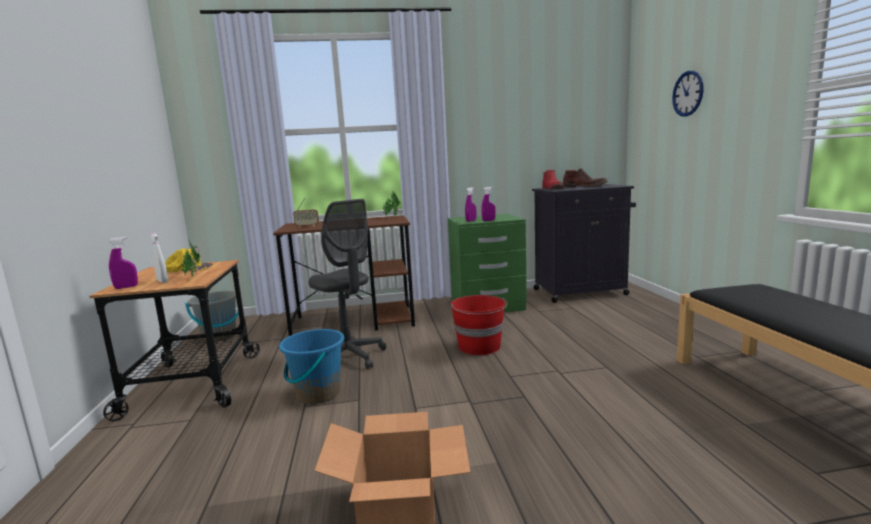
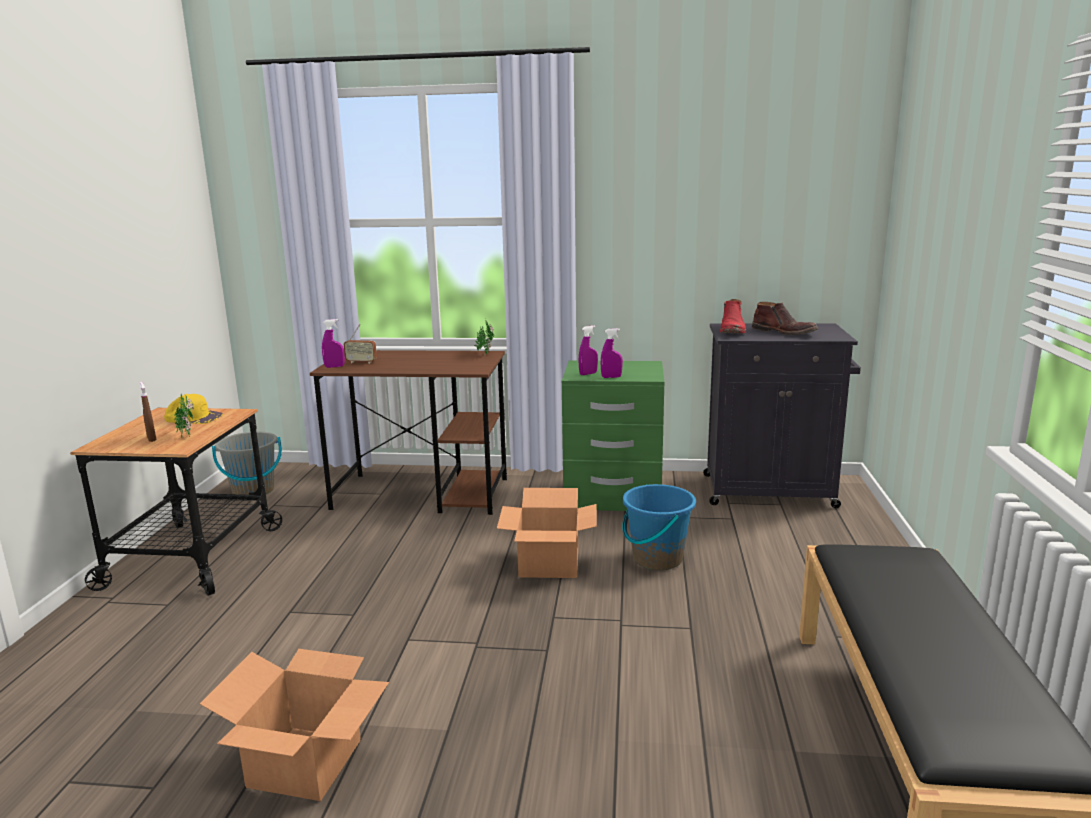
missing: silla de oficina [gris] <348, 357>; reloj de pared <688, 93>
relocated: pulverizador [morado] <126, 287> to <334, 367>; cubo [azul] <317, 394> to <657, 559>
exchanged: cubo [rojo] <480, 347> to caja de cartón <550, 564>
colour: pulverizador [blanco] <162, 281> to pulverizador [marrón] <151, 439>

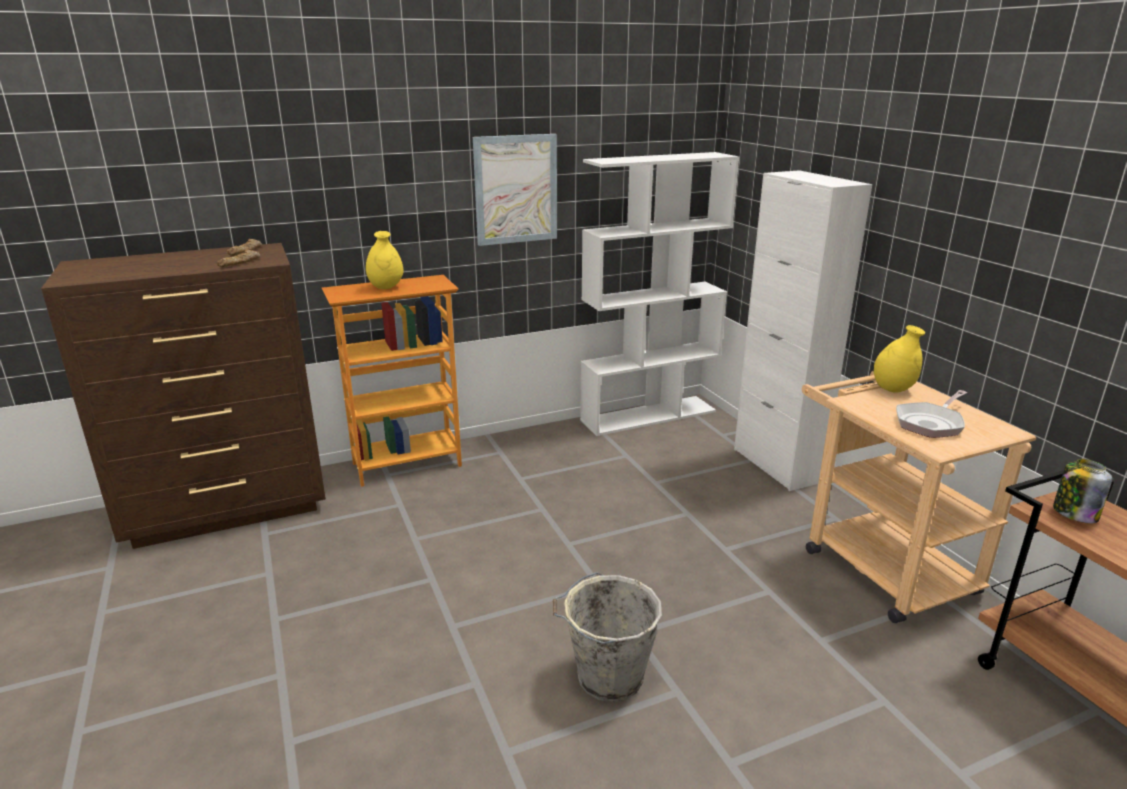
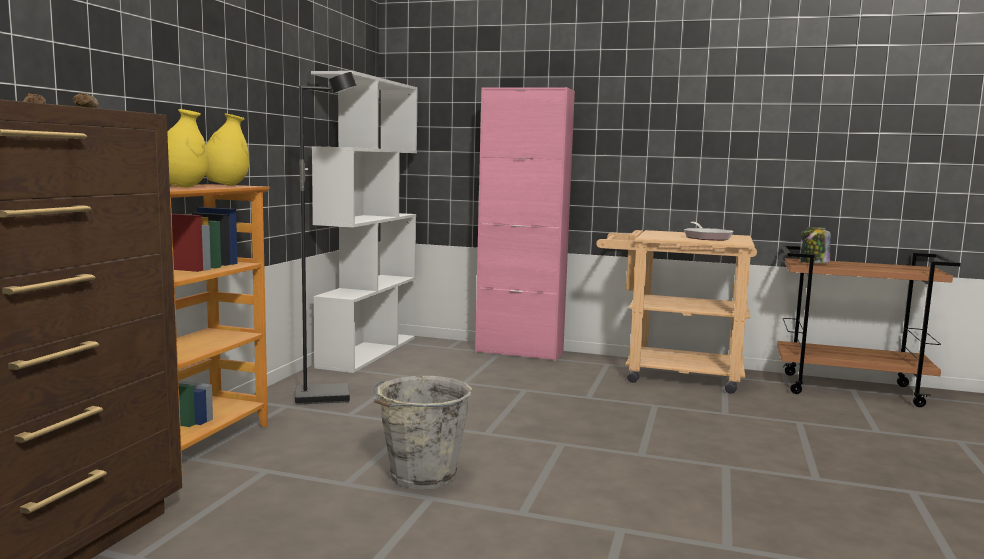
missing: cuadro <516, 189>
appeared: lámpara de pie [negro] <323, 396>
relocated: cubo [gris] <607, 677> to <421, 476>; florero [amarillo] <893, 389> to <226, 185>
colour: armario [blanco] <776, 465> to armario [rosa] <519, 352>

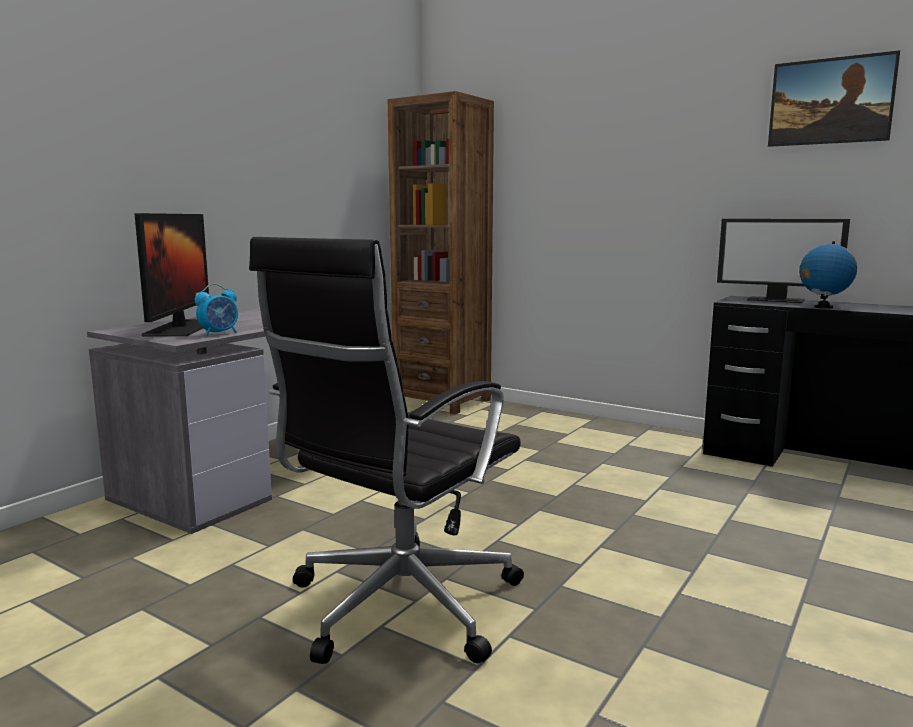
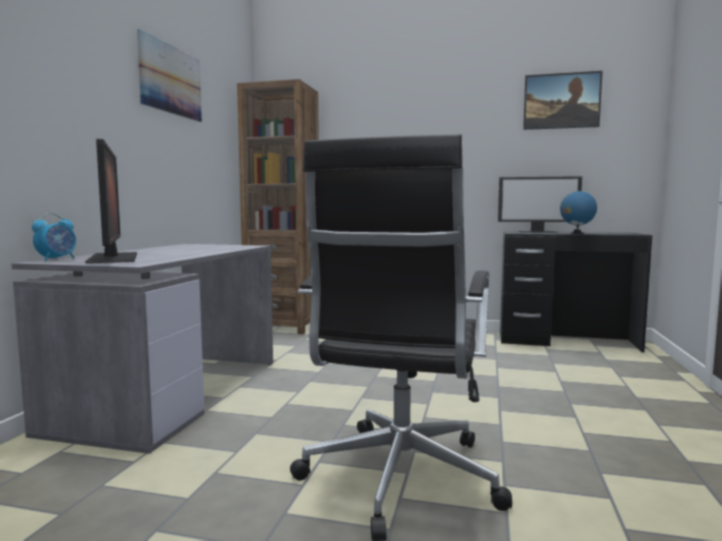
appeared: cuadro <171, 80>
relocated: despertador <219, 334> to <57, 259>

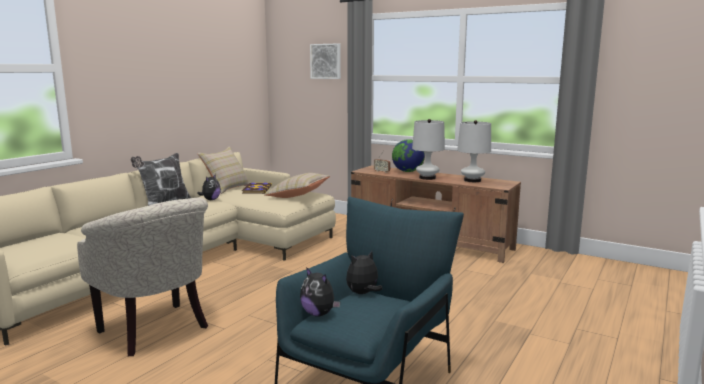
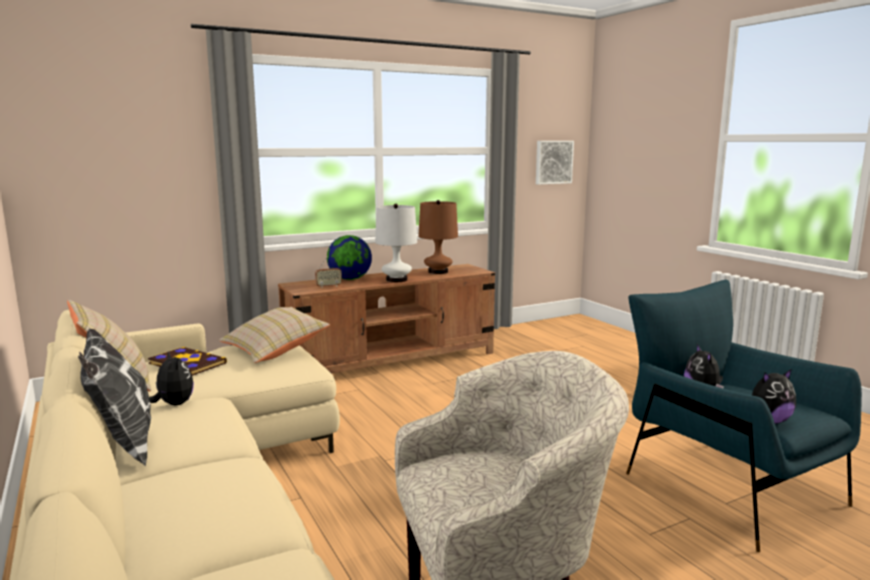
relocated: cuadro <326, 61> to <553, 162>
colour: lámpara de mesa [blanco] <472, 180> to lámpara de mesa [marrón] <438, 272>

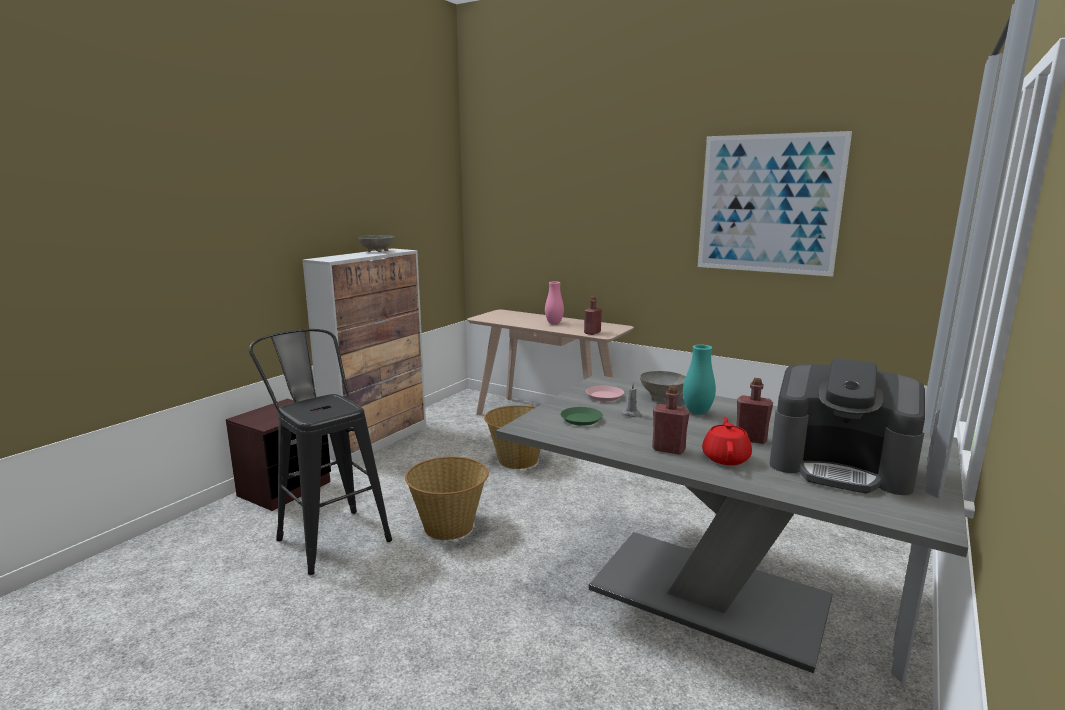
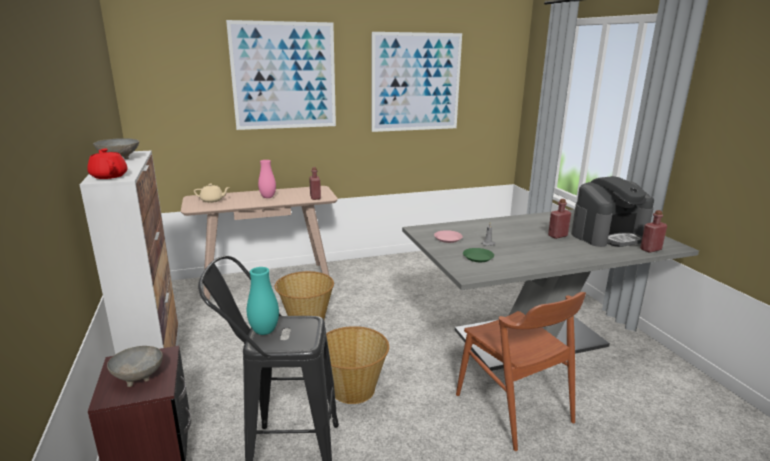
appeared: tetera [beis] <212, 200>; cuadro <284, 76>; silla [marrón] <513, 408>
relocated: cuenco [gris] <663, 397> to <139, 377>; botella [rojo] <668, 449> to <650, 249>; florero [turquesa] <697, 412> to <264, 331>; tetera [rojo] <726, 458> to <109, 176>

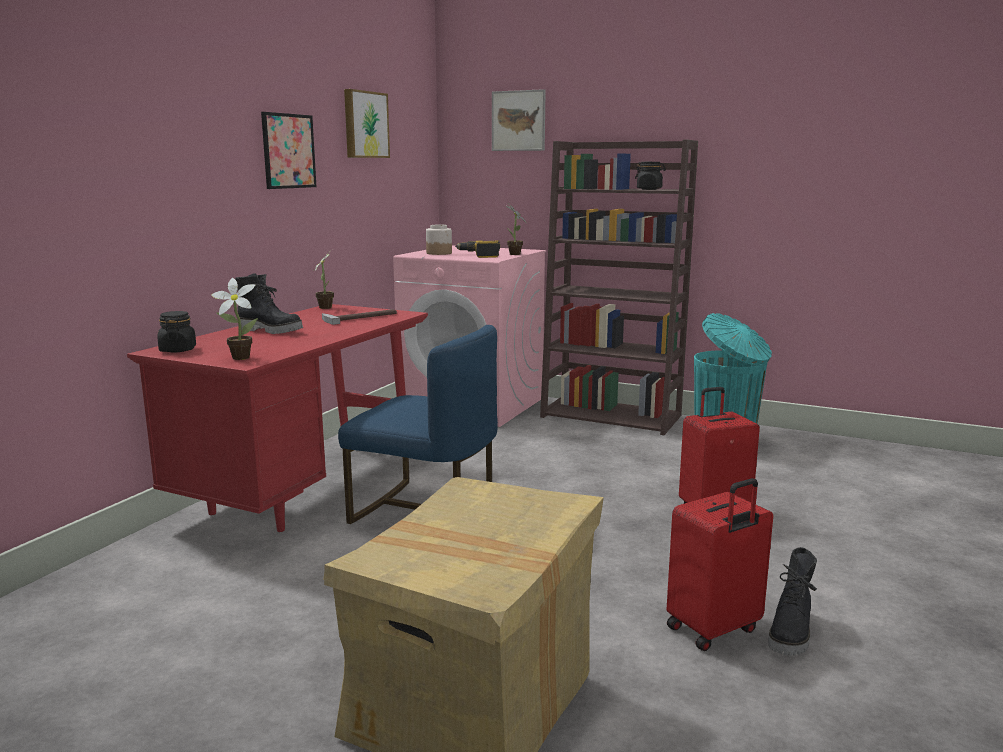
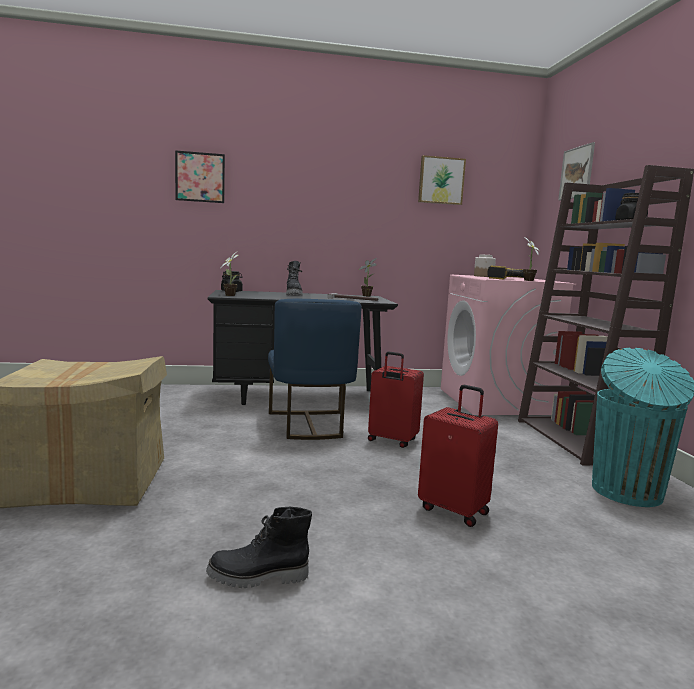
relocated: cuadro <288, 151> to <200, 177>; maleta [rojo] <714, 630> to <392, 441>
colour: escritorio [rojo] <305, 488> to escritorio [negro] <298, 397>

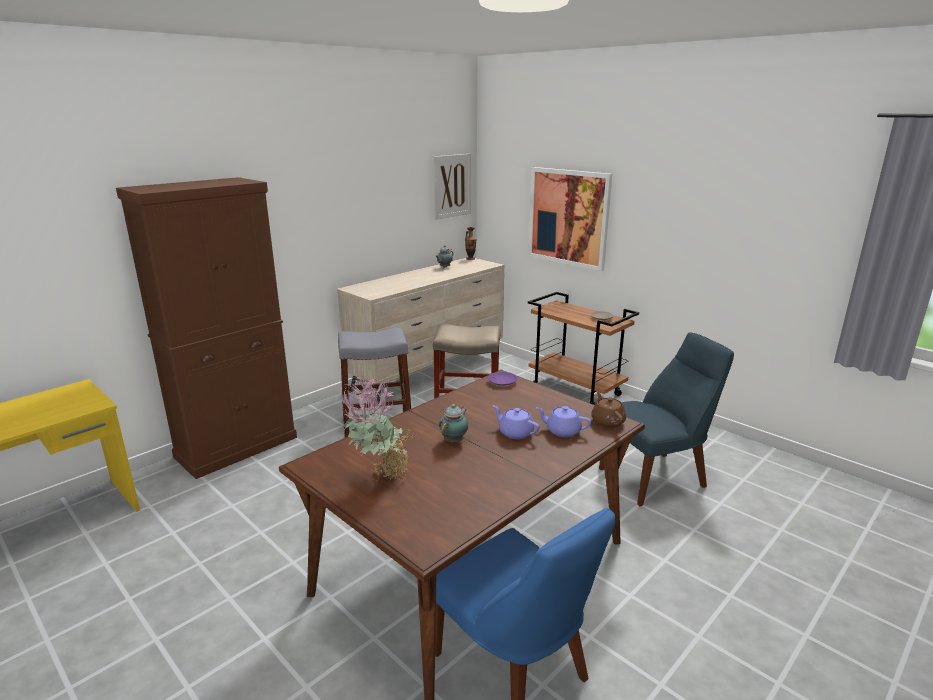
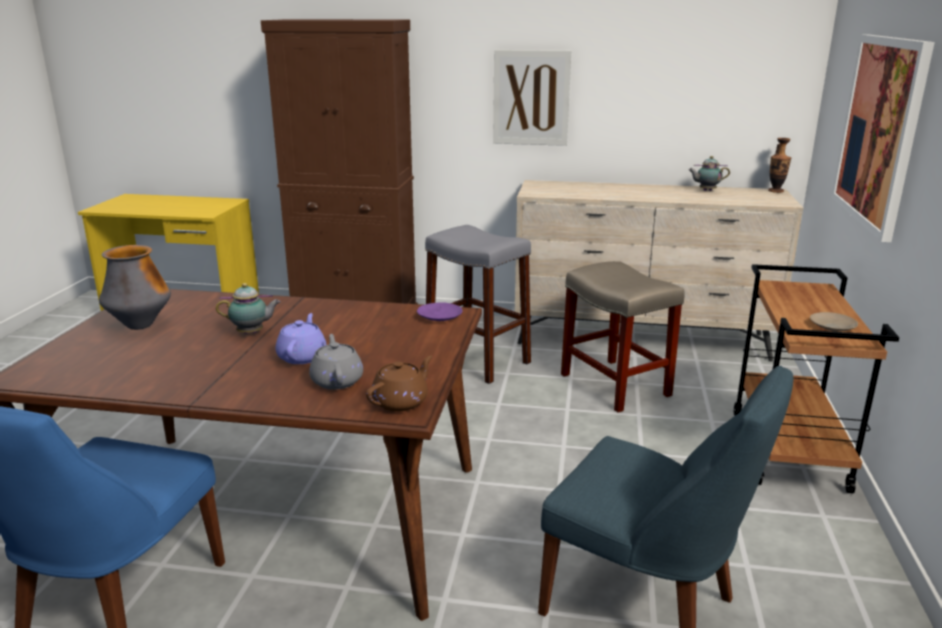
relocated: cuadro <452, 186> to <531, 98>
exchanged: planta en maceta <380, 478> to florero <140, 325>
colour: tetera [morado] <562, 431> to tetera [gris] <337, 380>

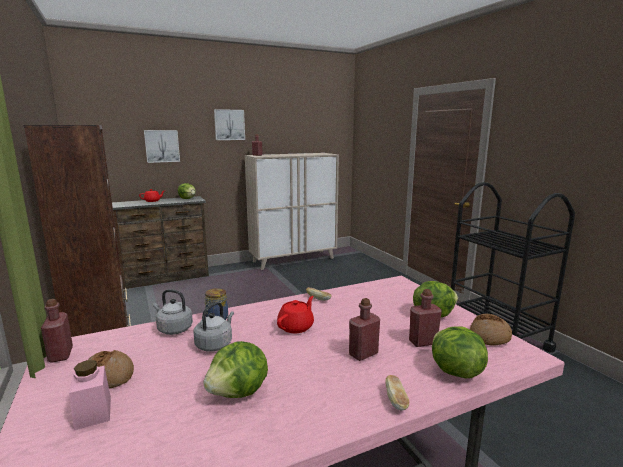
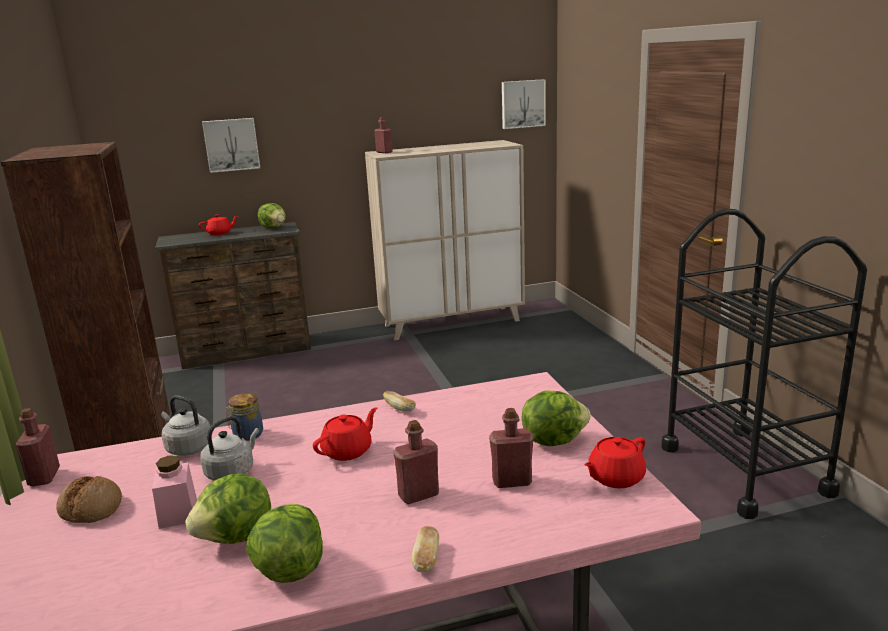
relocated: tarro [rosa] <93, 413> to <178, 513>; cuadro <229, 125> to <522, 104>; lechuga <454, 371> to <289, 569>
exchanged: pan <489, 337> to tetera [rojo] <615, 478>

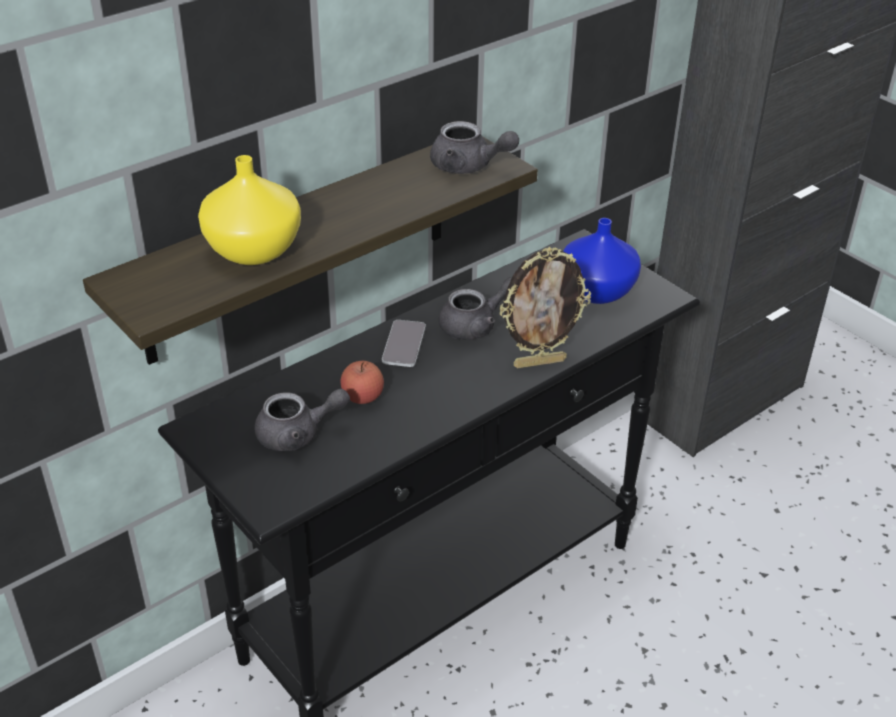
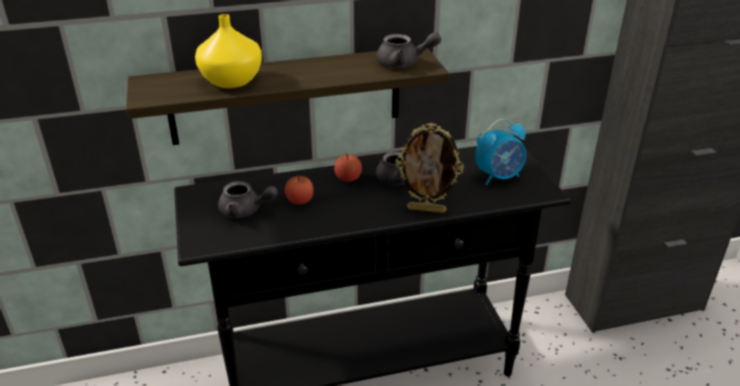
exchanged: móvil <404, 344> to manzana <348, 178>; florero [azul] <596, 290> to despertador <499, 177>
spun: tetera [gris] <468, 166> = <404, 63> 45 degrees counterclockwise

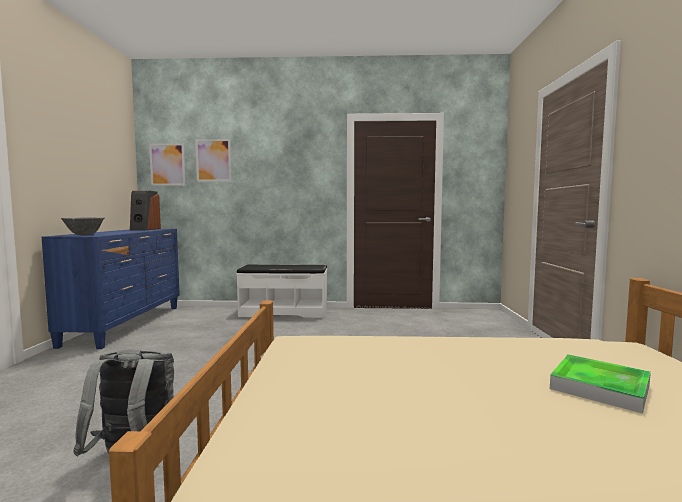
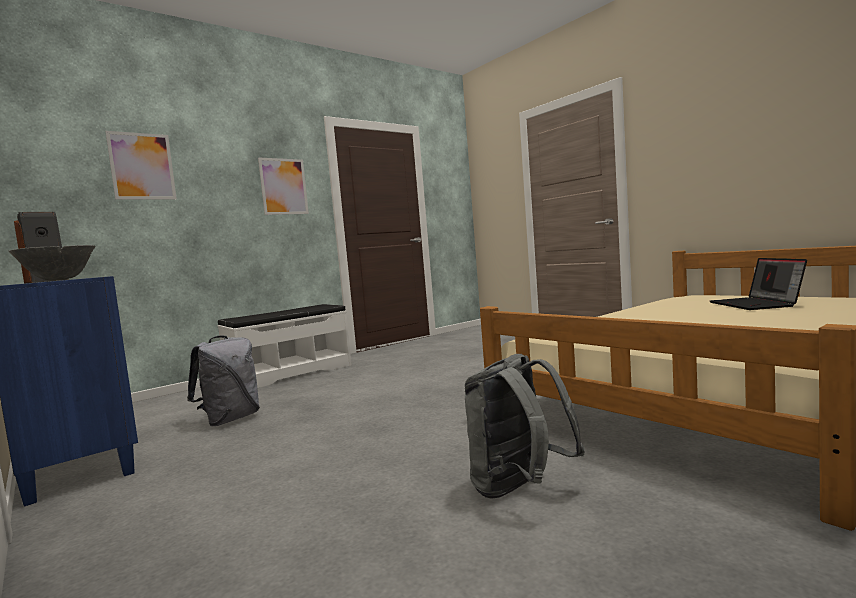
appeared: mochila [gris] <230, 419>
relocated: cuadro <167, 164> to <283, 186>
exchanged: bandeja <600, 387> to portátil <756, 304>

